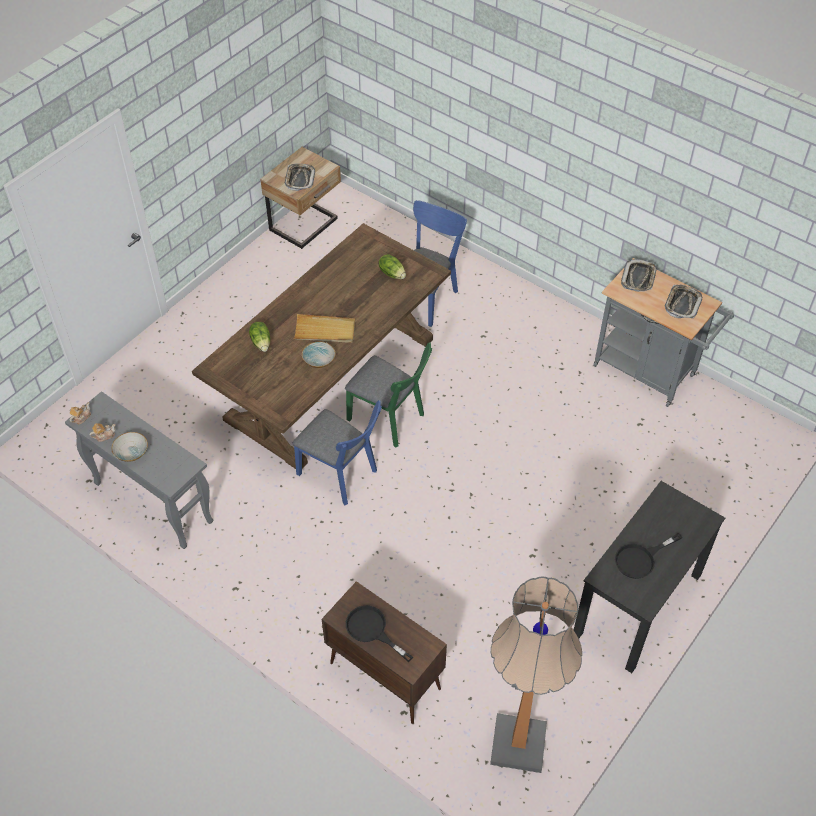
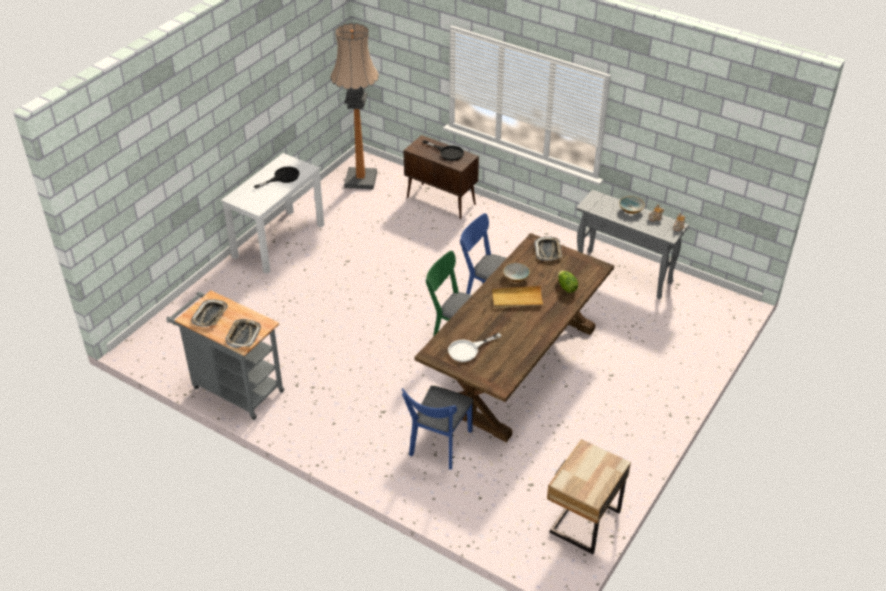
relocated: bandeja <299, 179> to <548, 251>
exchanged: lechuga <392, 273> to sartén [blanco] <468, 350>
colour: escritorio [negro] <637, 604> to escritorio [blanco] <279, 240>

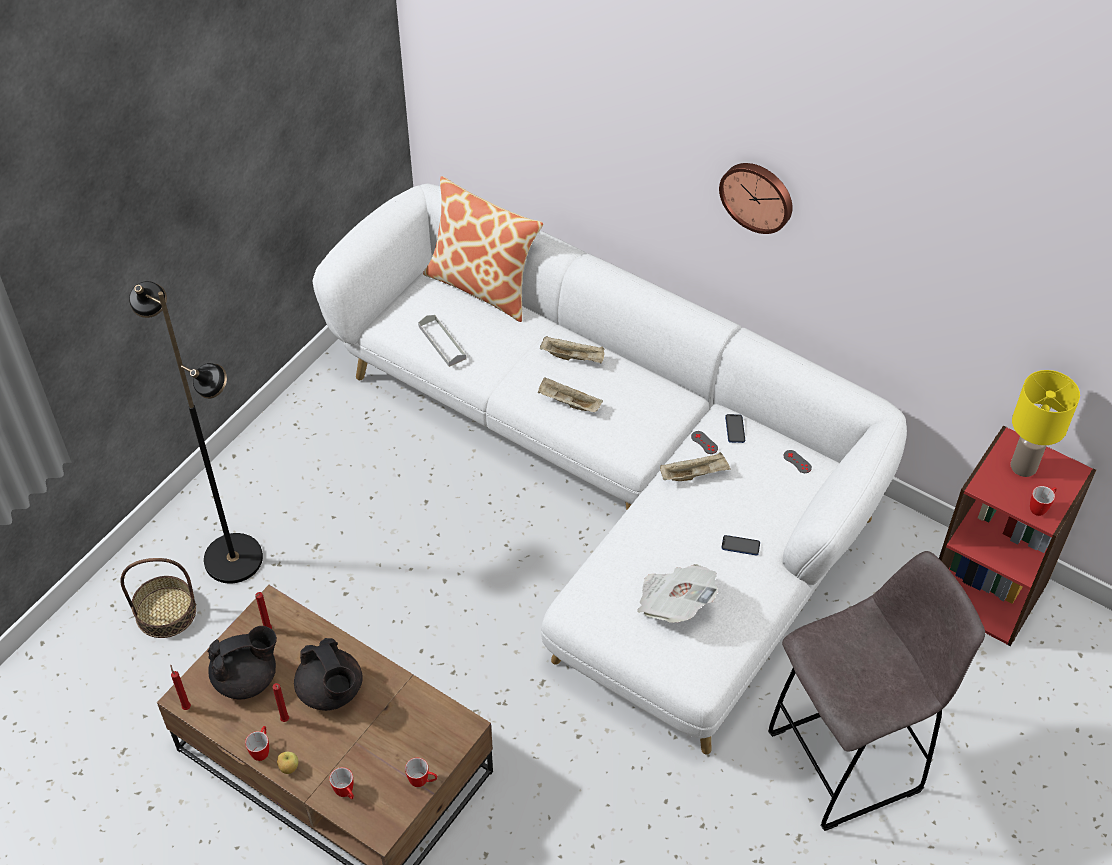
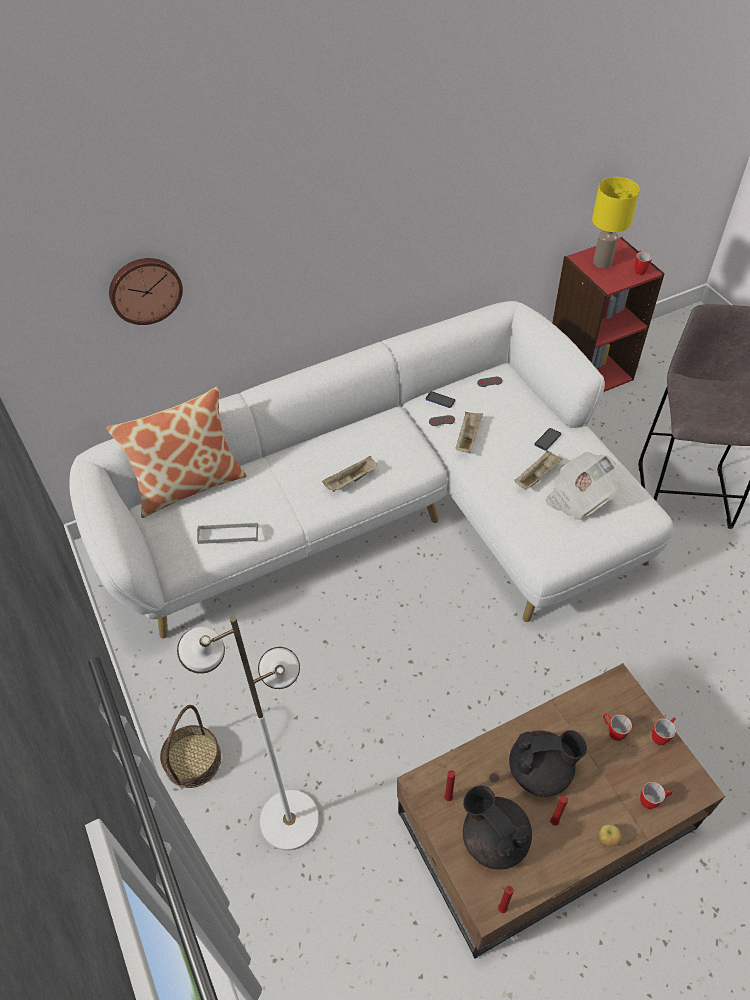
relocated: cesta <165, 612> to <193, 760>; taza grande <262, 750> to <612, 731>; bandeja [beis] <573, 357> to <537, 476>; reloj de pared <757, 196> to <145, 289>
colour: lámpara de pie [negro] <234, 558> to lámpara de pie [blanco] <288, 819>
spun: tetera [negro] <247, 678> = <494, 838> 45 degrees counterclockwise

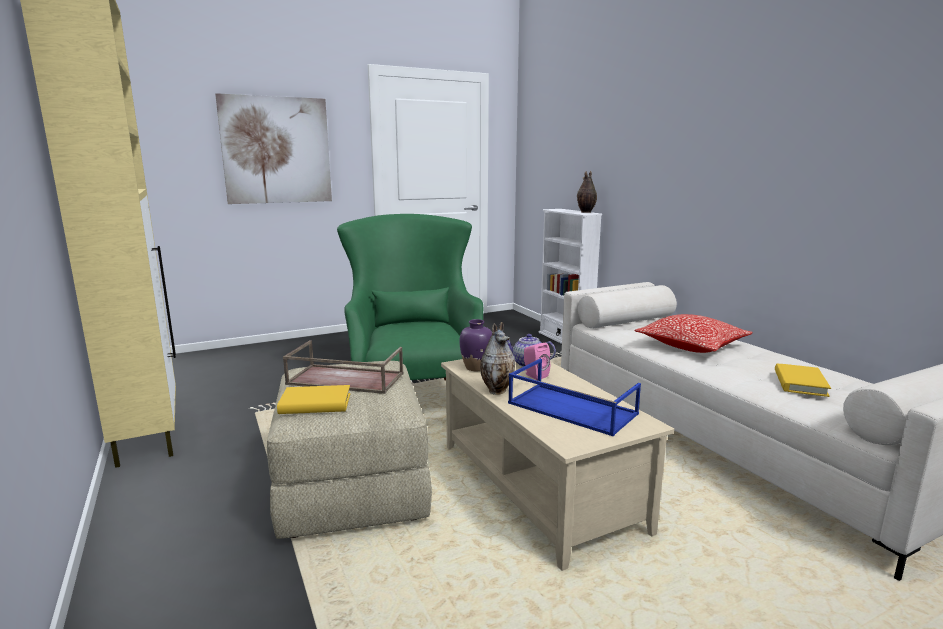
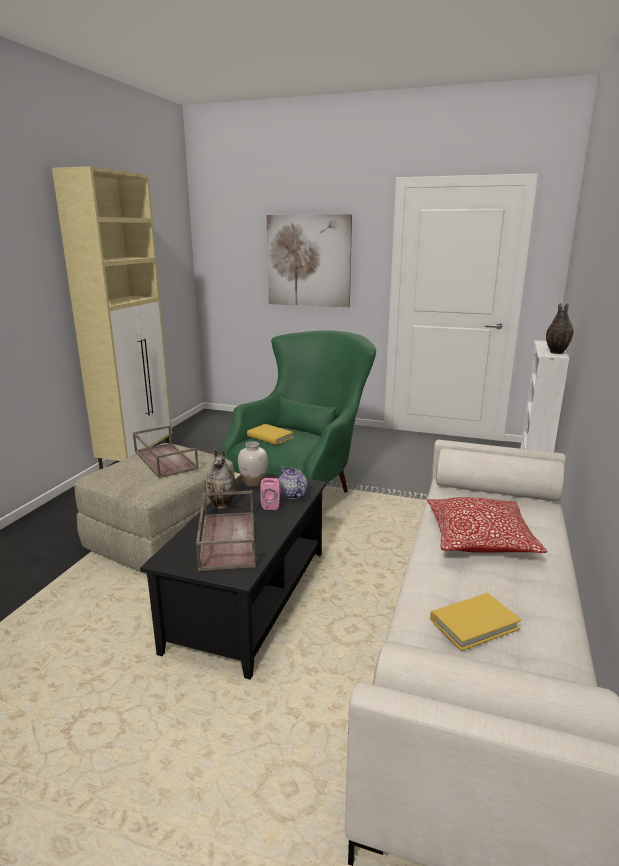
relocated: libro [amarillo] <315, 404> to <270, 437>
colour: mesa de centro [beis] <539, 486> to mesa de centro [negro] <251, 599>; florero [morado] <476, 367> to florero [blanco] <253, 483>; bandeja [azul] <570, 408> to bandeja [marrón] <226, 539>

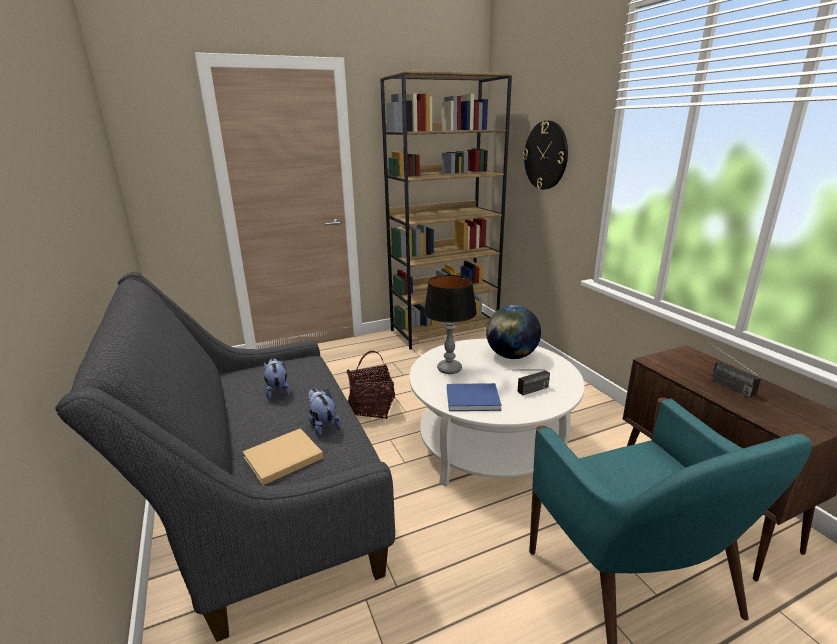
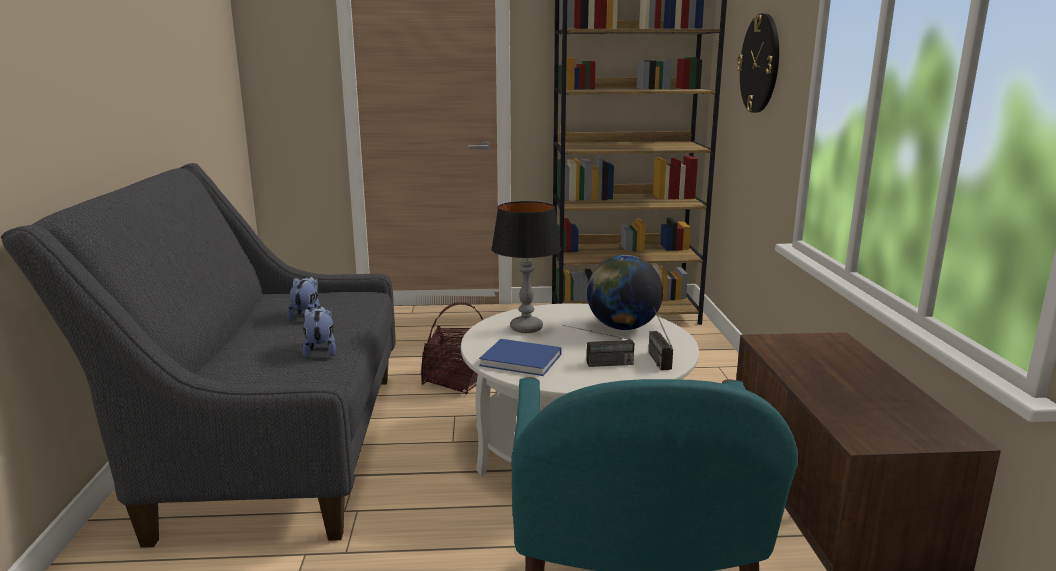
missing: libro [beis] <281, 458>
relocated: radio <721, 383> to <655, 356>

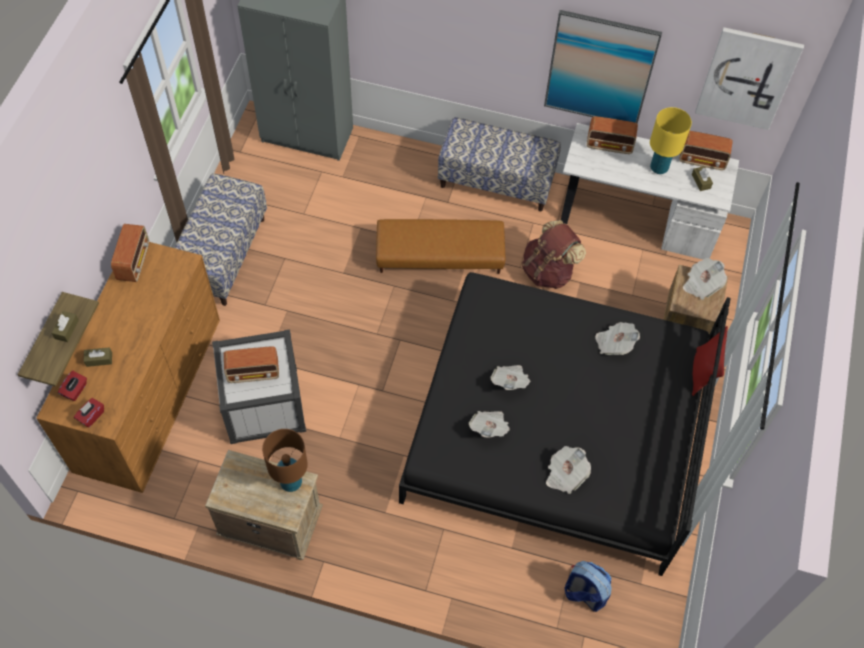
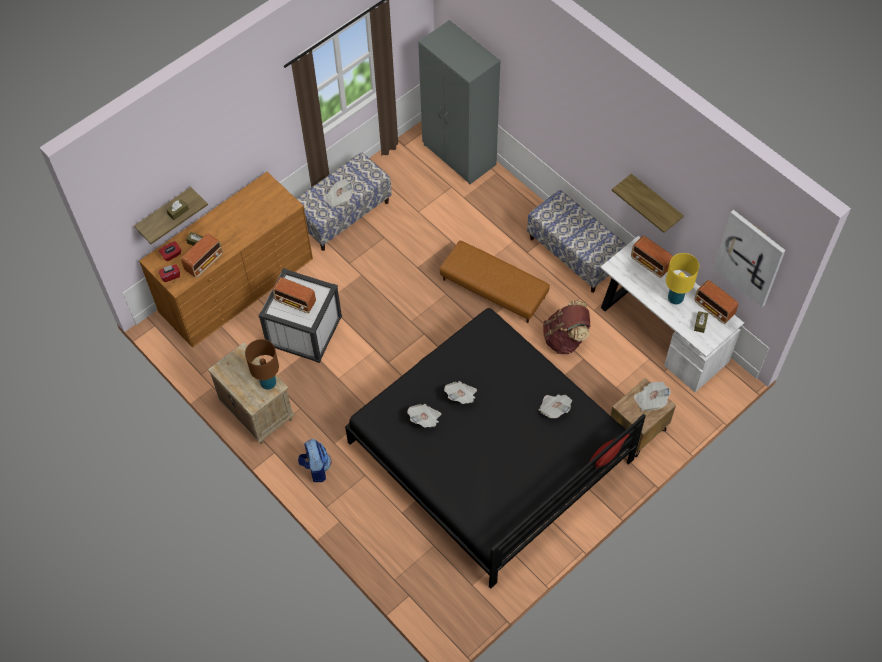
relocated: radio <134, 262> to <204, 262>; periódico <565, 474> to <338, 198>; mochila <584, 593> to <316, 468>
exchanged: cuadro <600, 69> to estante <655, 201>

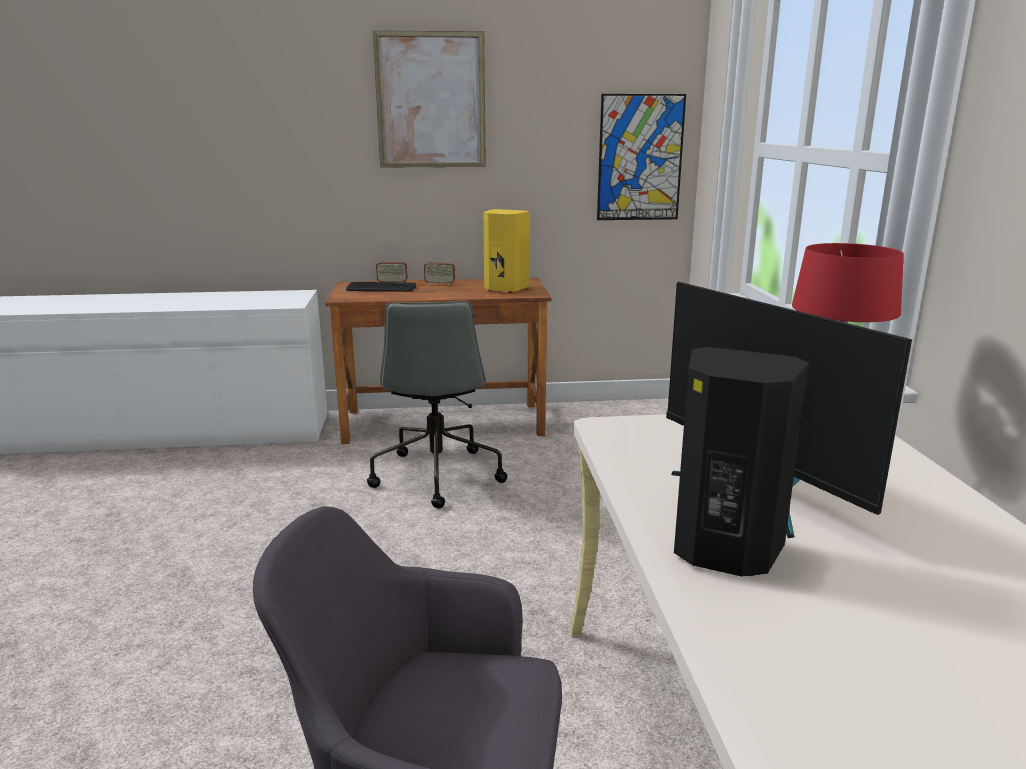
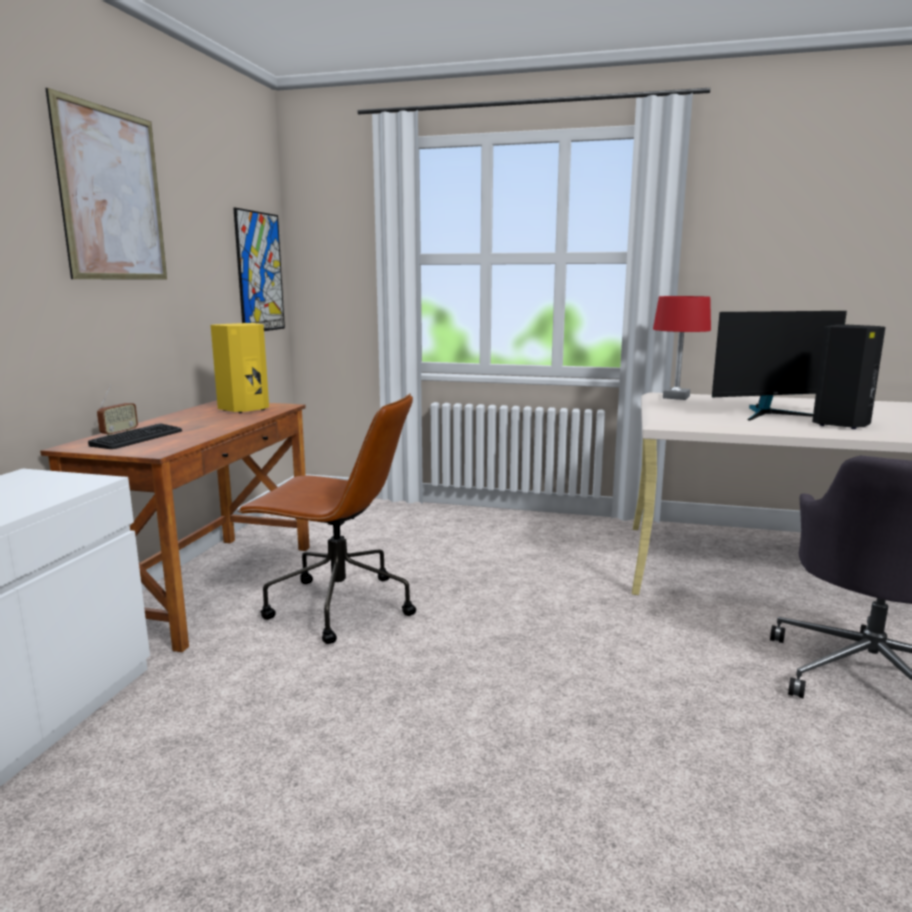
missing: radio <440, 284>
colour: silla de oficina [gris] <437, 475> to silla de oficina [marrón] <337, 606>

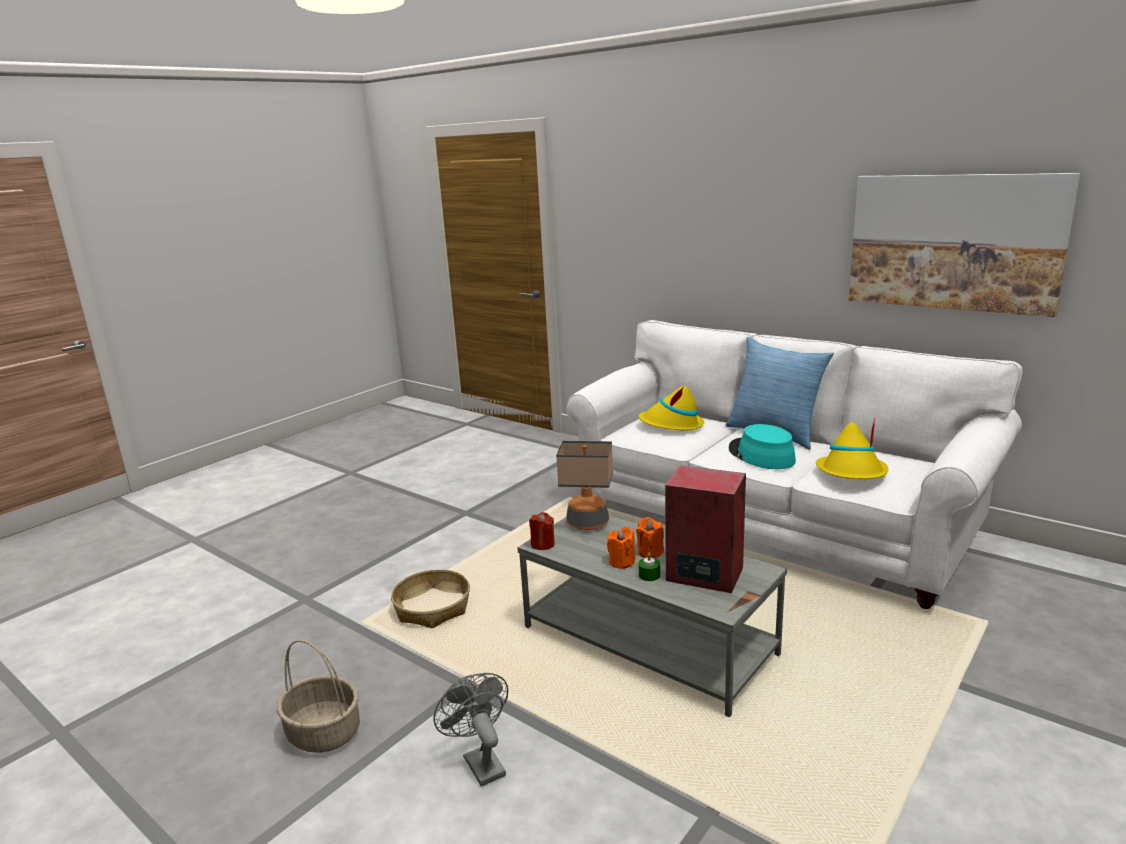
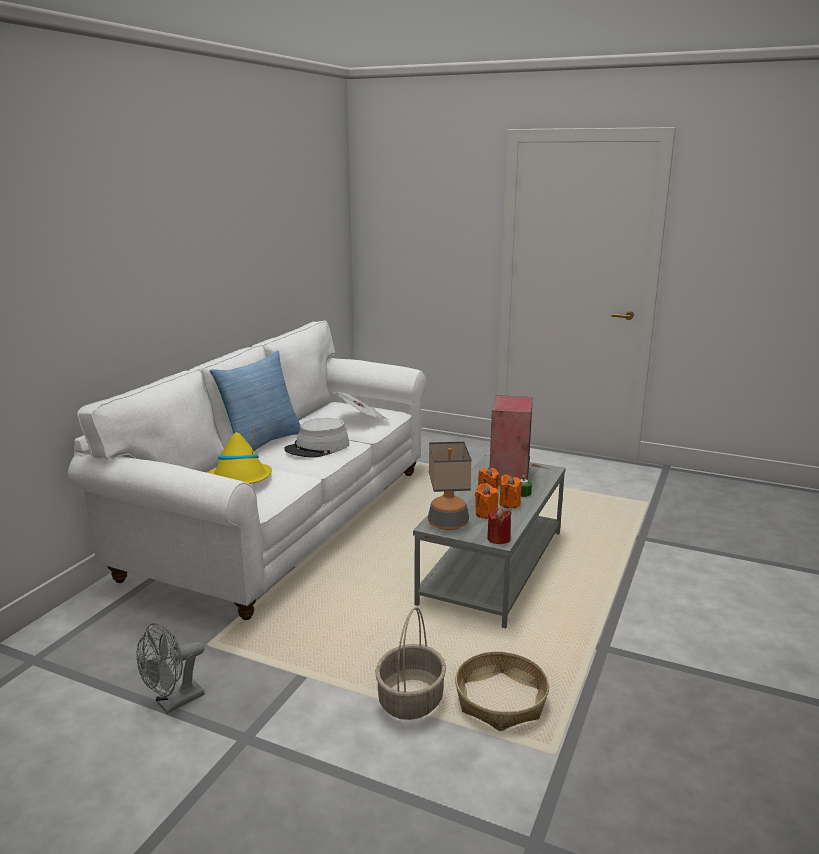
missing: cuadro <954, 242>
appeared: vela [naranja] <486, 513>
relocated: cesta <323, 733> to <411, 701>; ventilador [gris] <480, 761> to <174, 702>
exchanged: sombrero [amarillo] <852, 473> to periódico <361, 419>
colour: sombrero [turquesa] <761, 455> to sombrero [gris] <317, 448>

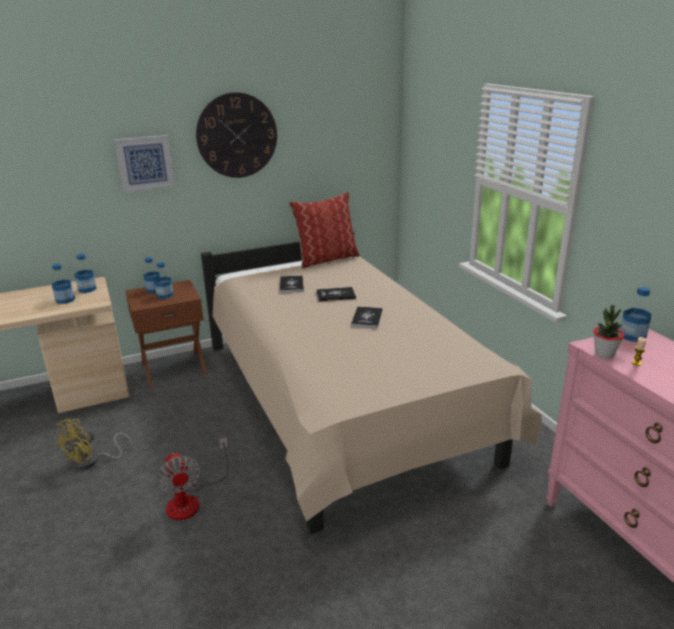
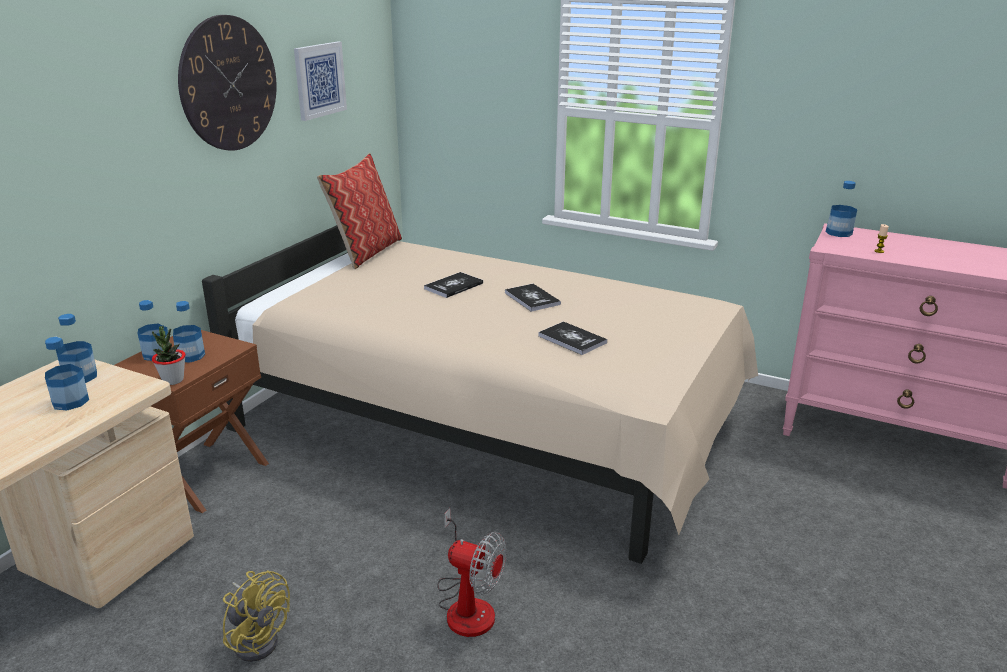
relocated: cuadro <145, 163> to <319, 80>; libro <291, 285> to <572, 339>; planta en maceta <604, 354> to <173, 380>
spun: ventilador [amarillo] <92, 461> = <257, 638> 45 degrees counterclockwise

